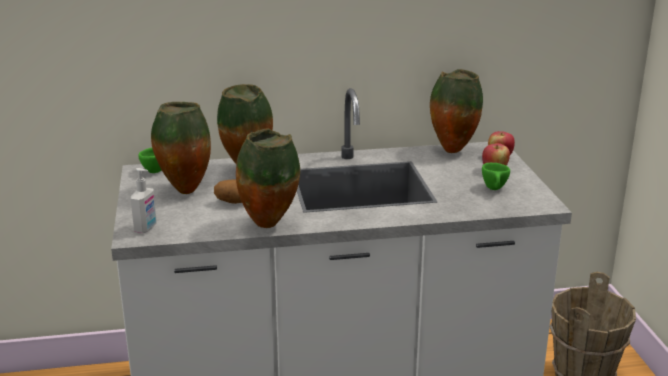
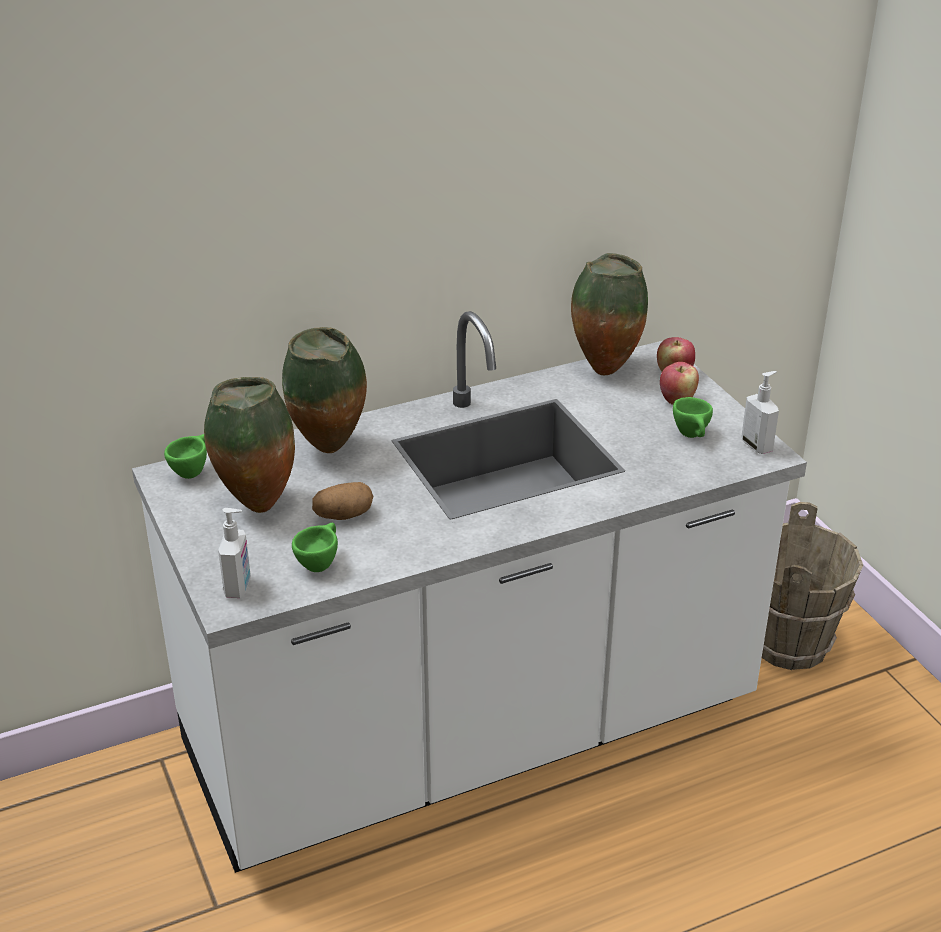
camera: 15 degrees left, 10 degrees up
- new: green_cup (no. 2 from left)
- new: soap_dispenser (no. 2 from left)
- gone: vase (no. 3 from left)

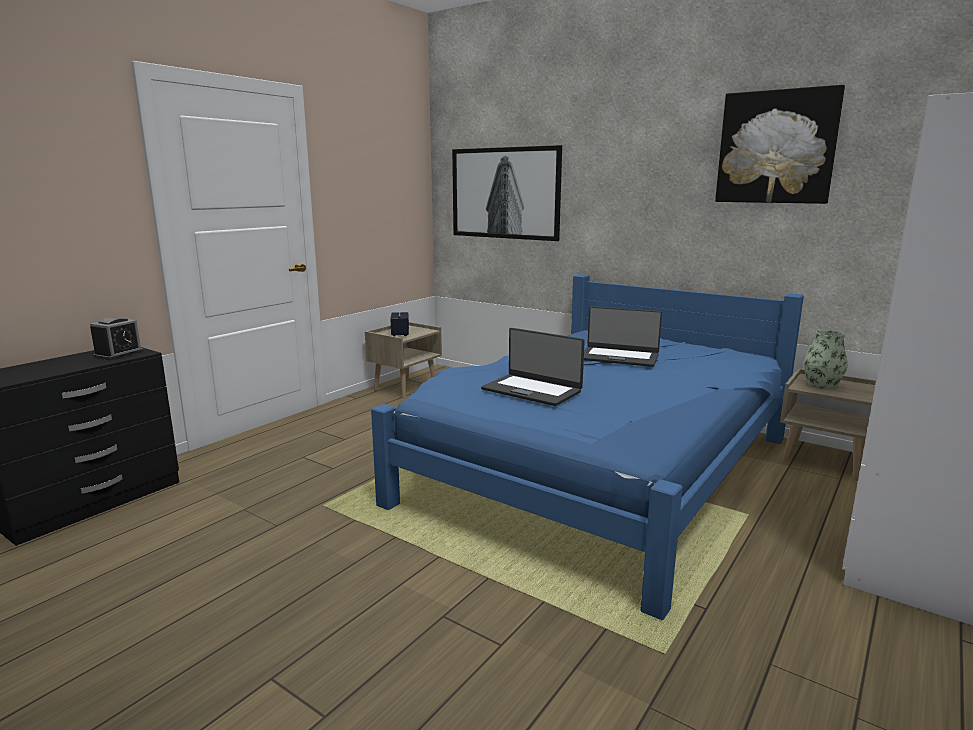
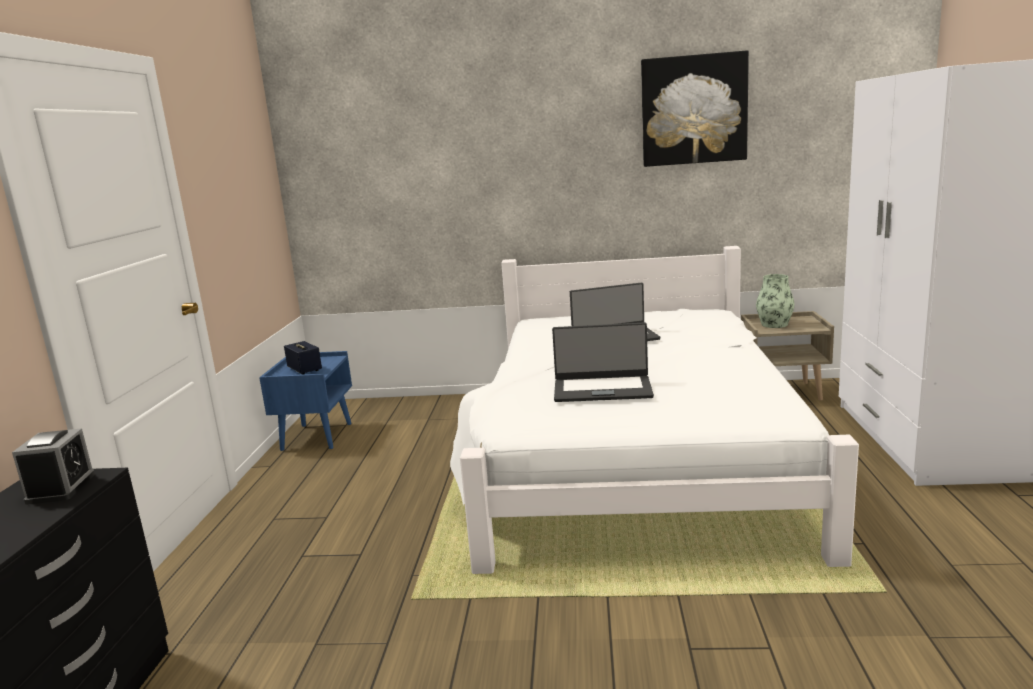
camera: 30 degrees left, 0 degrees up
- repainted: beige_nightstand (no. 1 from left) to blue_nightstand
- repainted: blue_bed to white_bed
- gone: picture (no. 1 from left)

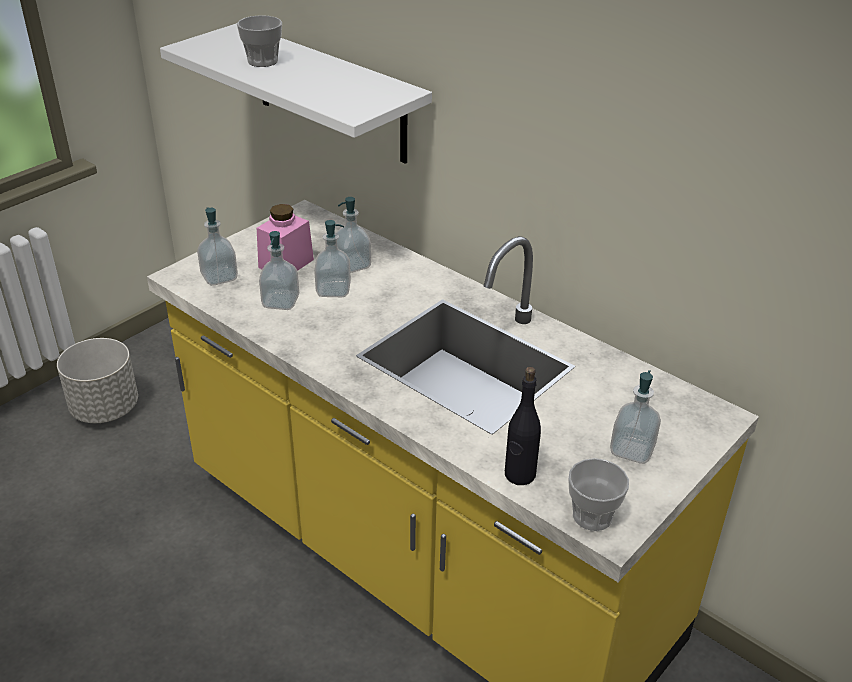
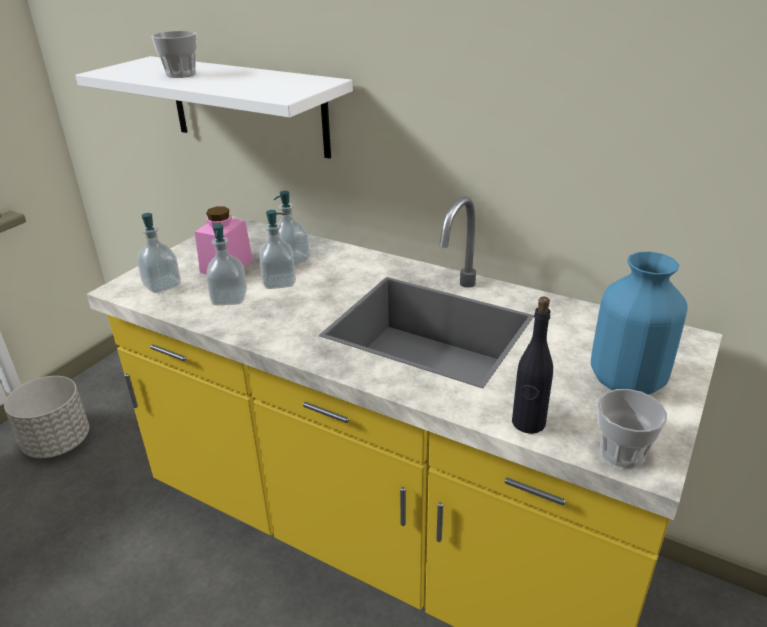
camera: 10 degrees left, 5 degrees down
- swapped: soap_dispenser (no. 5 from left) to blue_vase

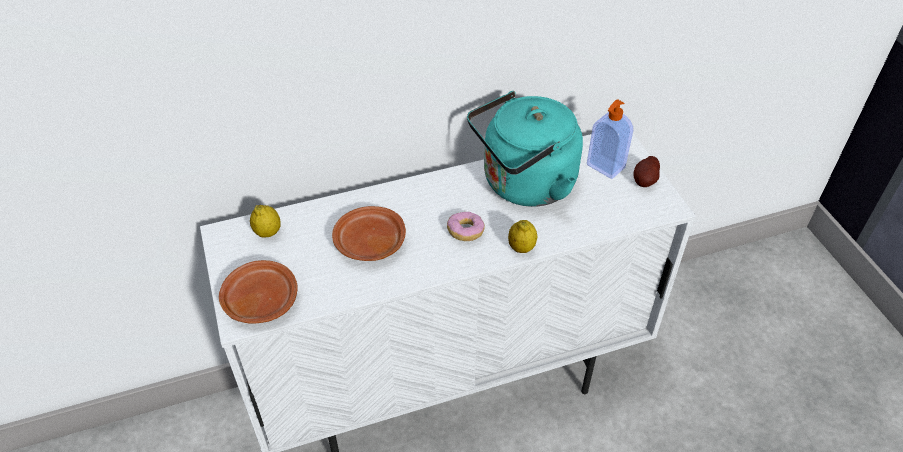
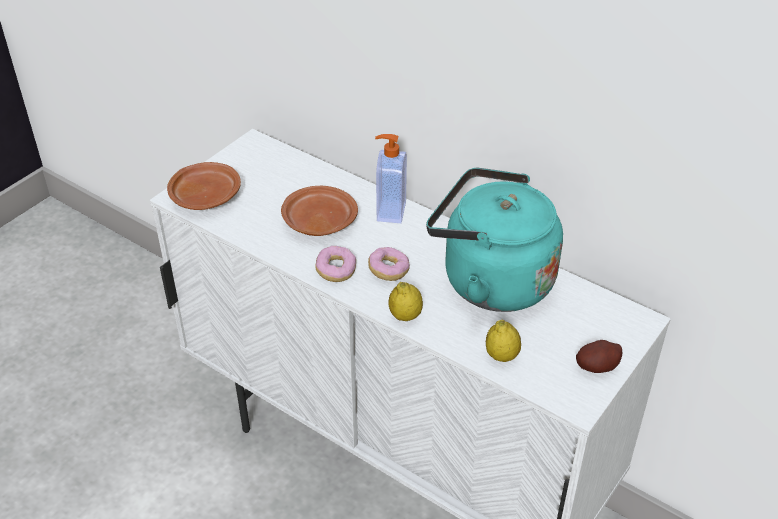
camera: 55 degrees right, 5 degrees down
- new: donut (no. 1 from left)
- shifted: soap_dispenser
- shifted: lemon (no. 1 from left in the first image) to lemon (no. 2 from left)

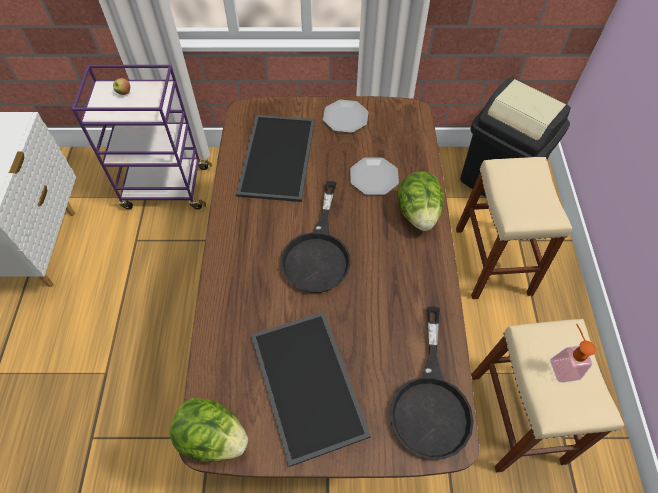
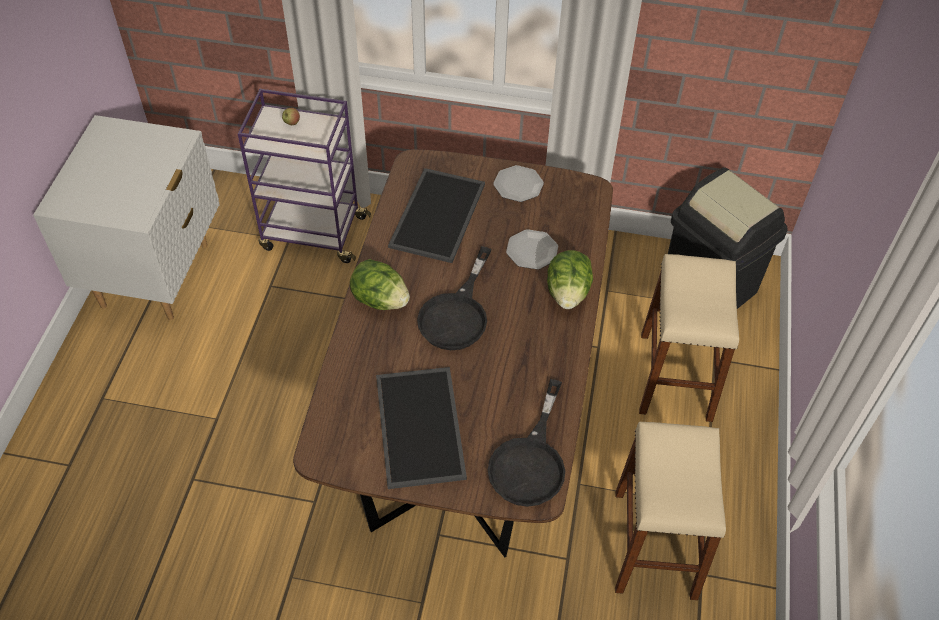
camera: 10 degrees right, 5 degrees down
- shifted: lettuce (no. 1 from left)
- gone: soap_dispenser

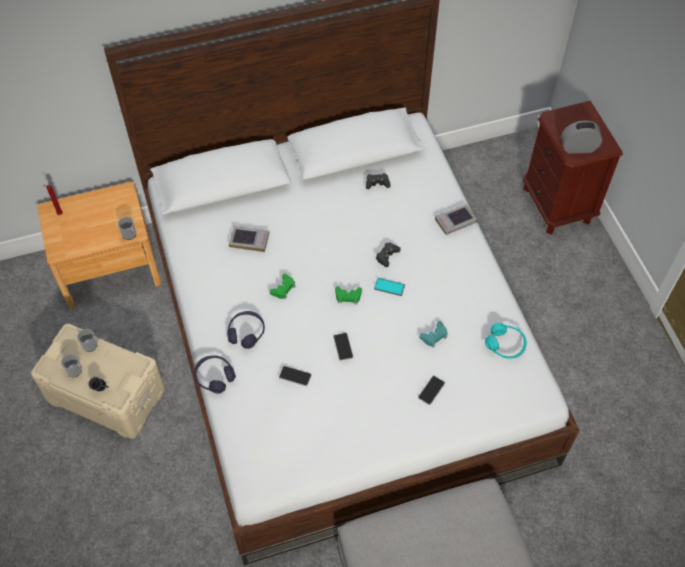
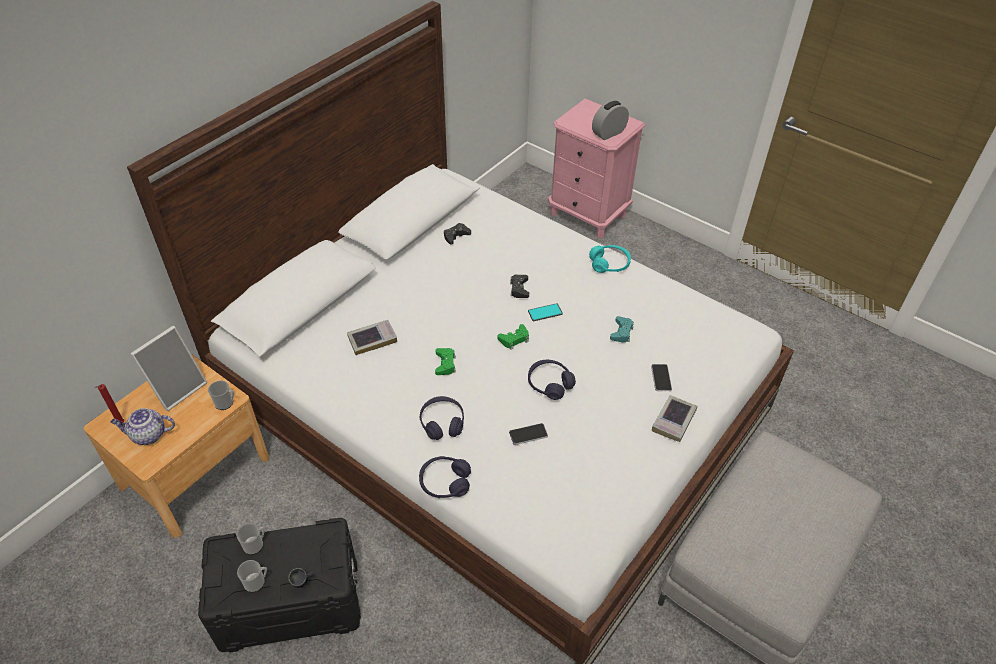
camera: 35 degrees left, 10 degrees down
- new: teapot
- new: picture_frame
- repainted: beige_storage_box to black_storage_box
- swapped: phone (no. 2 from left) to purple_headphones (no. 3 from left)
- repainted: brown_nightstand (no. 2 from left) to pink_nightstand
- shifted: turquoise_headphones
- shifted: book (no. 2 from left)

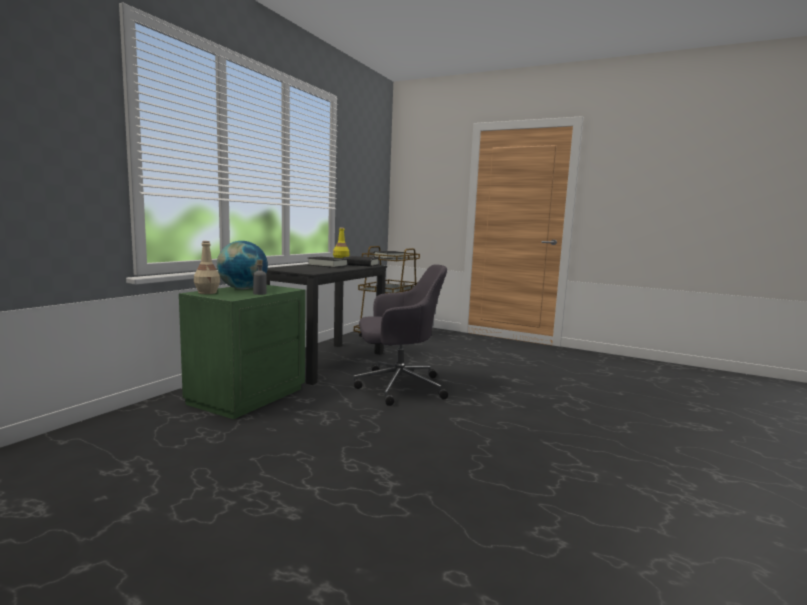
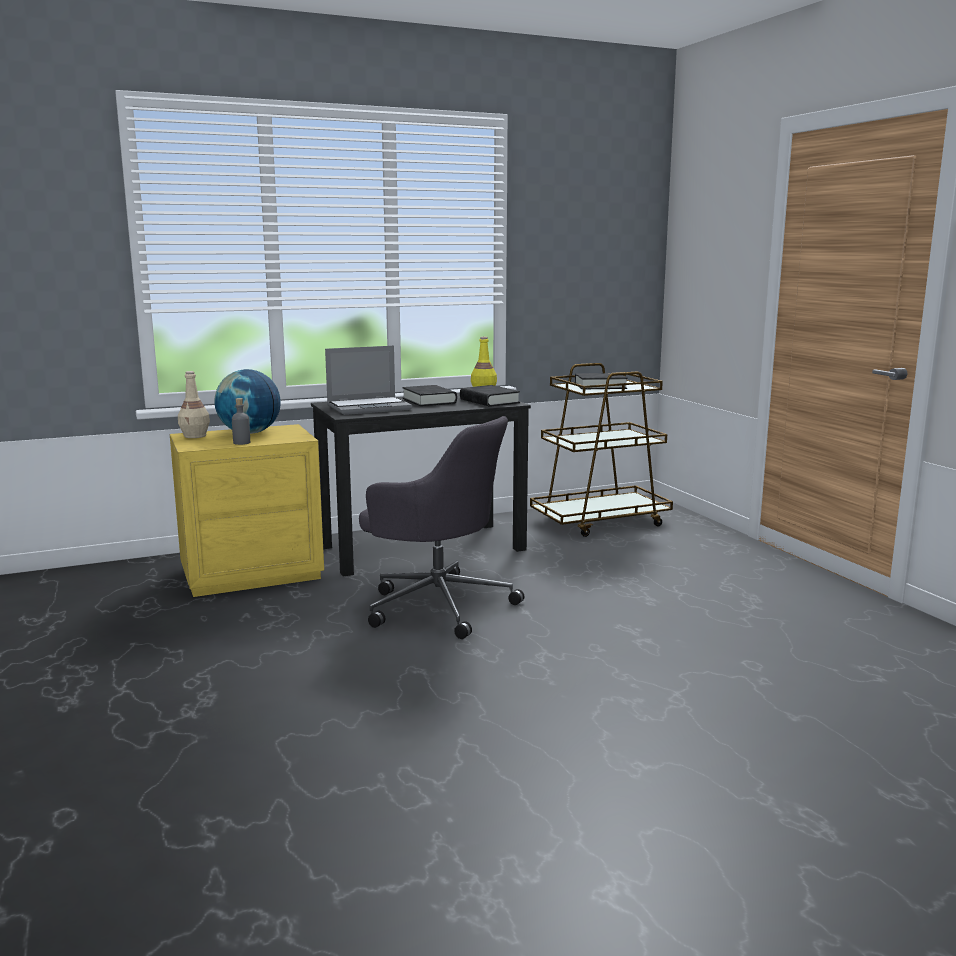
camera: 40 degrees right, 5 degrees up
- repainted: green_nightstand to yellow_nightstand
- new: laptop

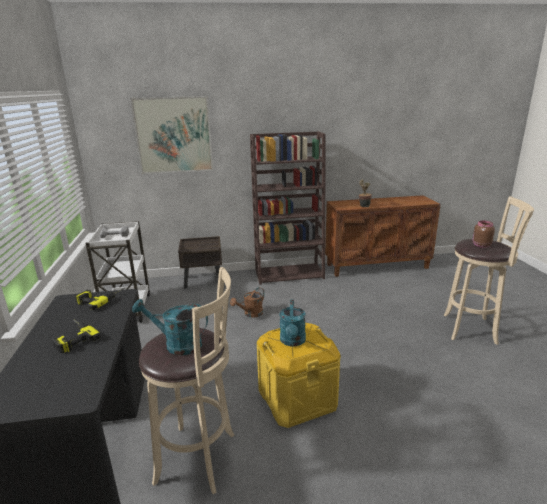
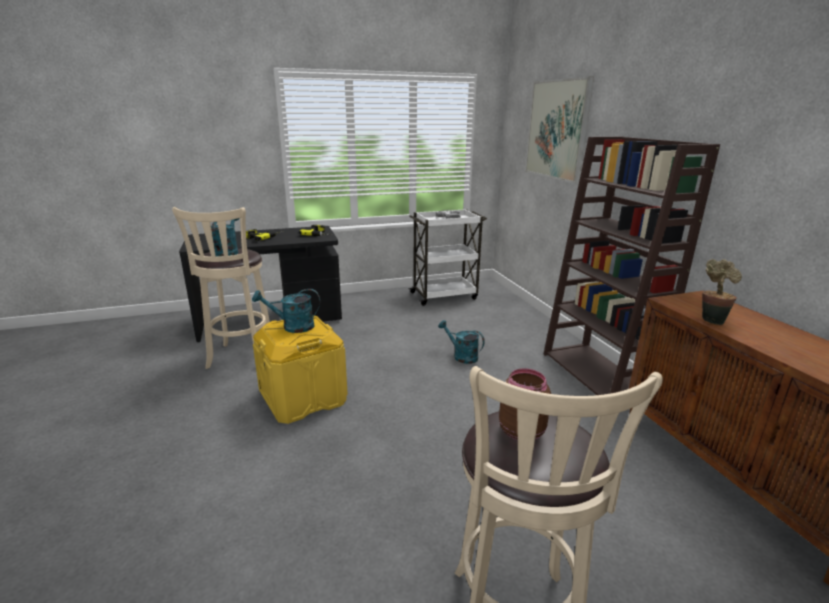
camera: 80 degrees right, 0 degrees up
- repainted: brown_watering_can to turquoise_watering_can (no. 3 from left)
- gone: brown_nightstand

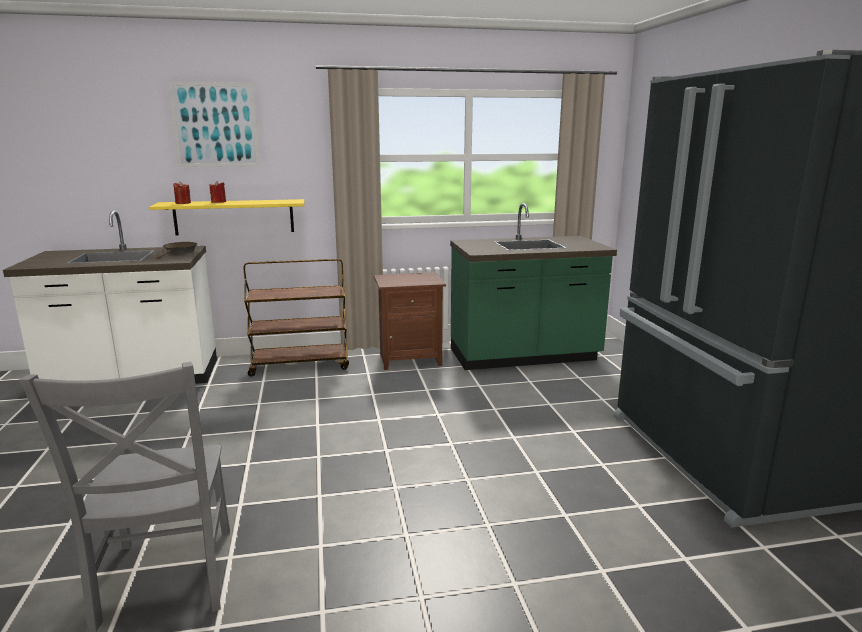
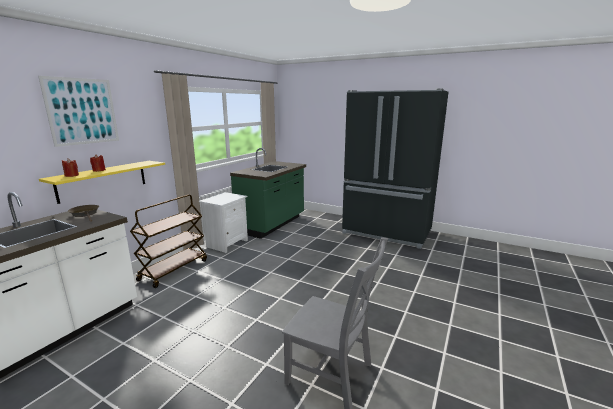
camera: 50 degrees left, 0 degrees up
- repainted: brown_nightstand to white_nightstand

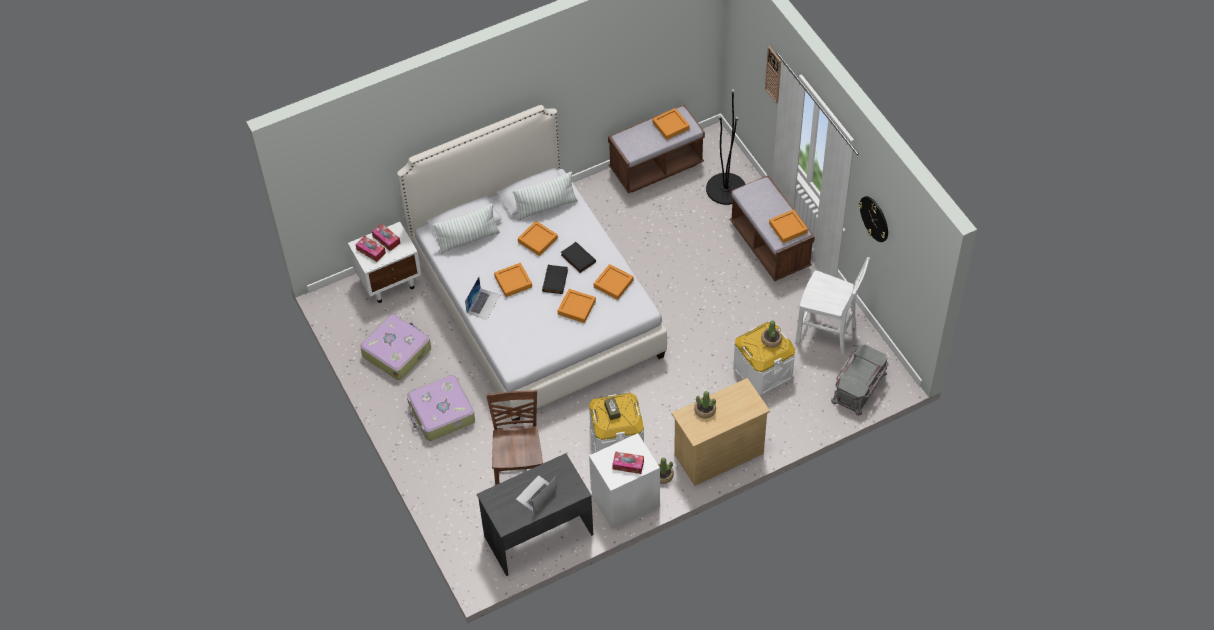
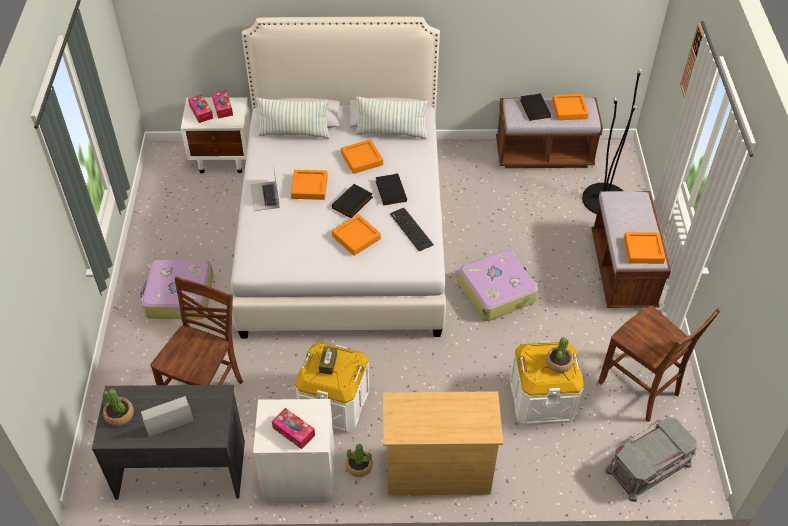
camera: 25 degrees right, 5 degrees down
- shifted: potted_plant (no. 2 from left in the first image) to potted_plant (no. 1 from left)
- rotated: laptop (no. 1 from left in the first image) 120 degrees clockwise
- swapped: orange_tray (no. 4 from left) to keyboard
- shifted: suitcase (no. 1 from left in the first image) to suitcase (no. 2 from left)
- new: black_book (no. 3 from left)
- repainted: white_chair to brown_chair (no. 2 from left)
- gone: wall_clock (no. 2 from left)

